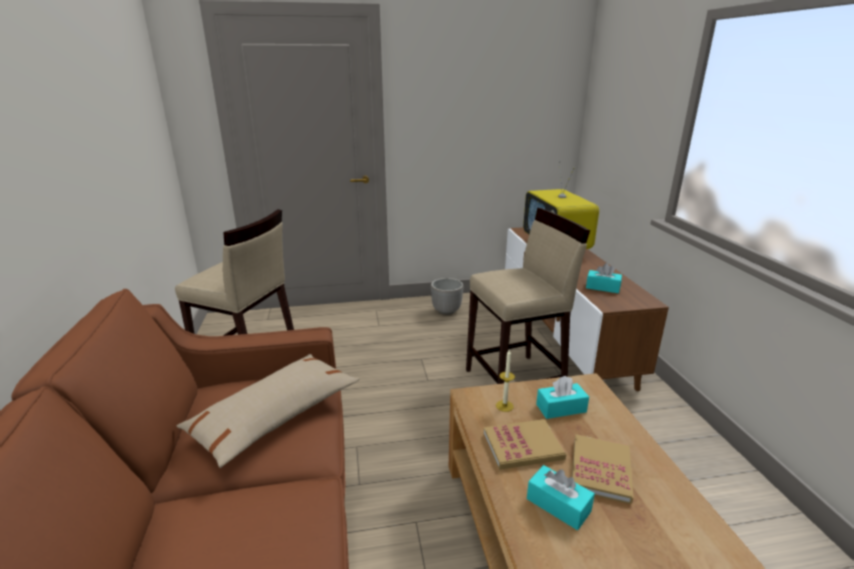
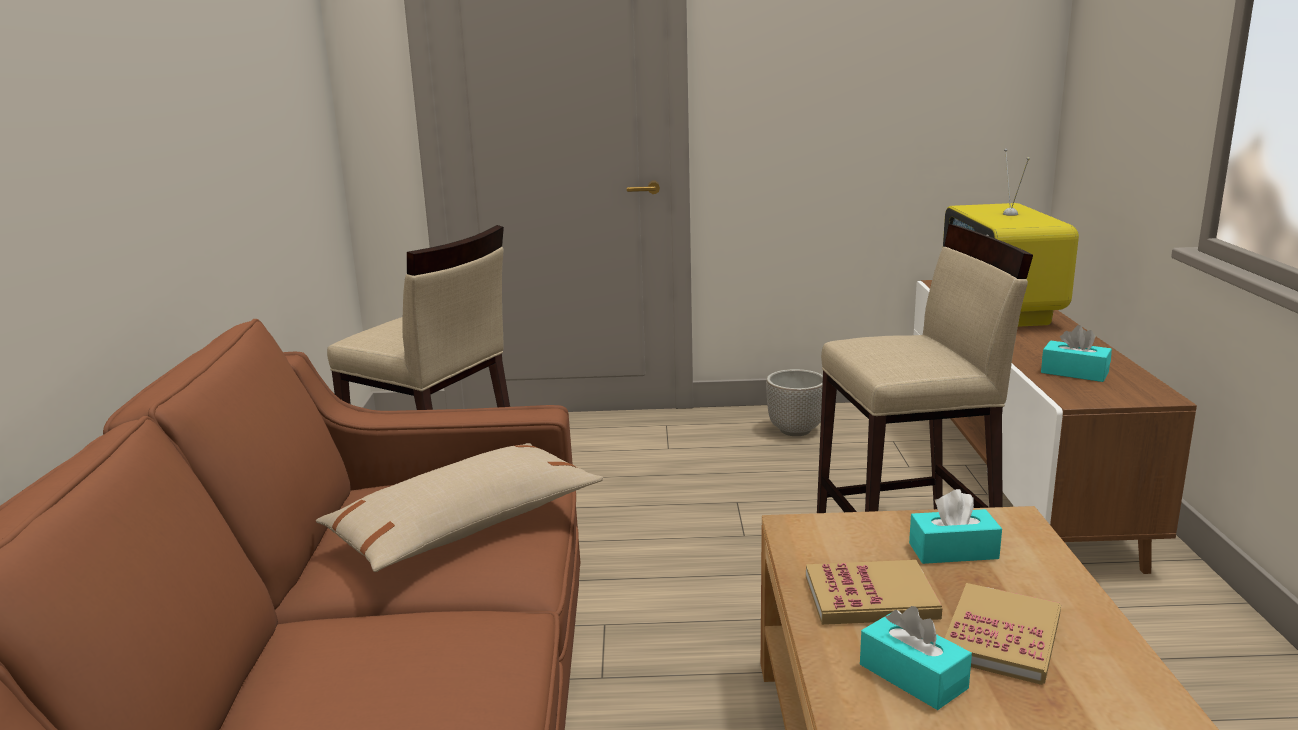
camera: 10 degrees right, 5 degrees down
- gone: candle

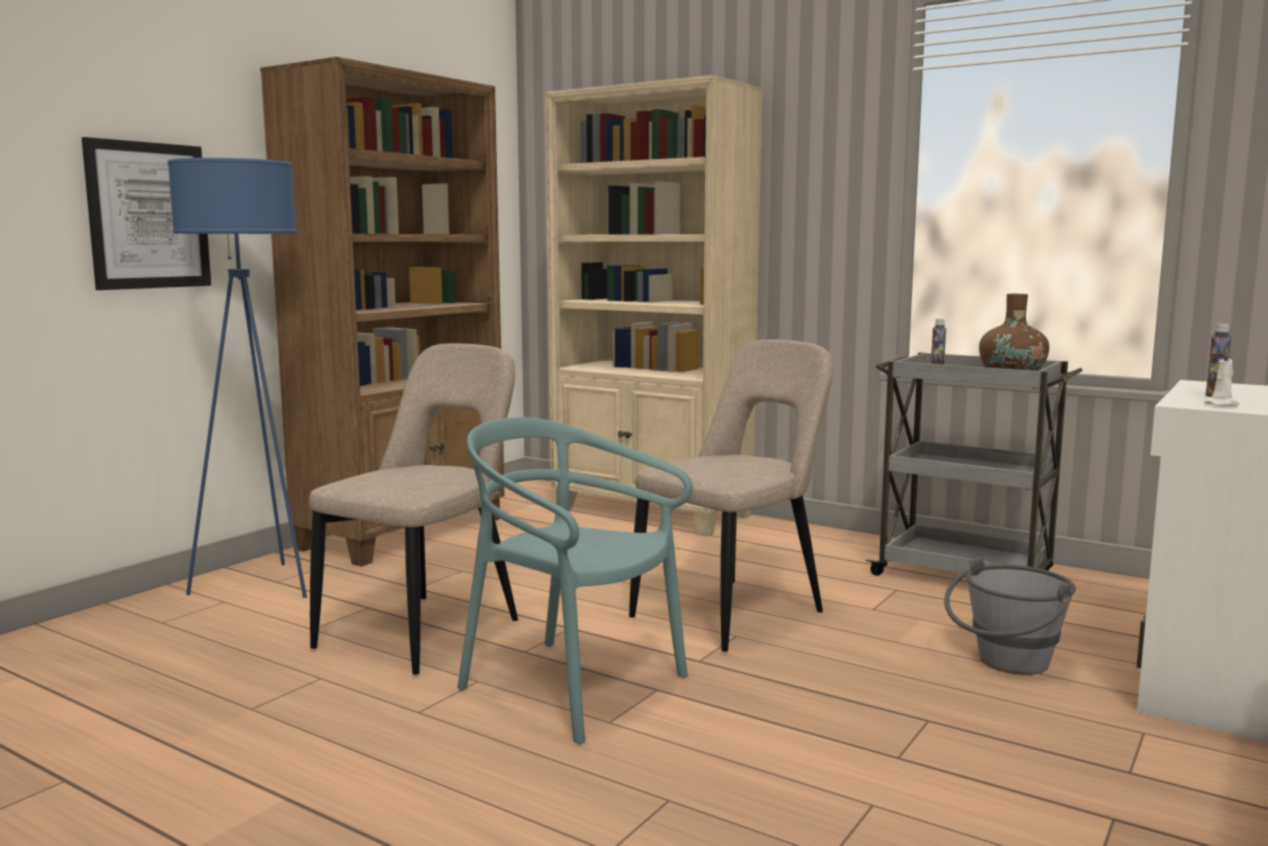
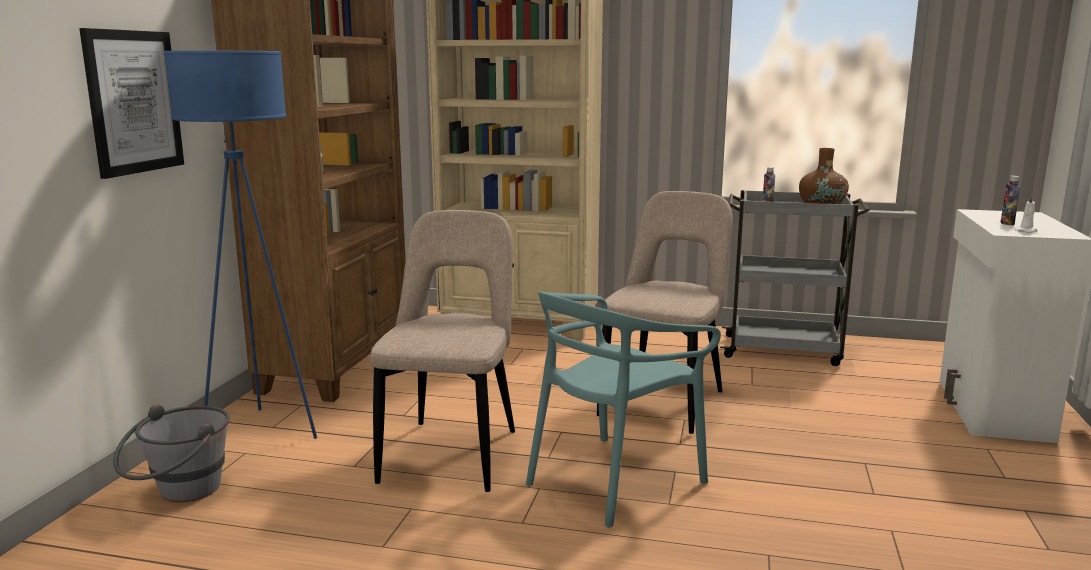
camera: 20 degrees left, 5 degrees up
- shifted: grey_bucket
- rotated: turquoise_chair 60 degrees counterclockwise

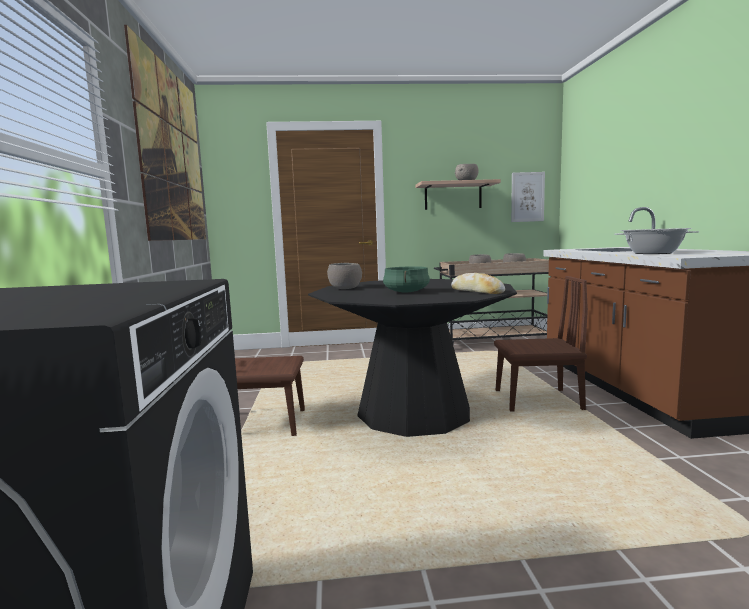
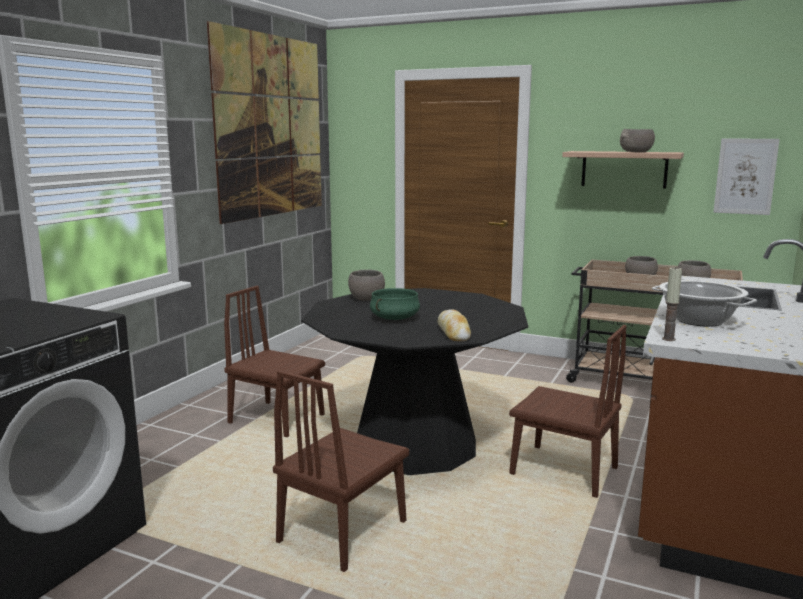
camera: 30 degrees right, 5 degrees up
- new: brown_chair (no. 2 from left)
- new: candle

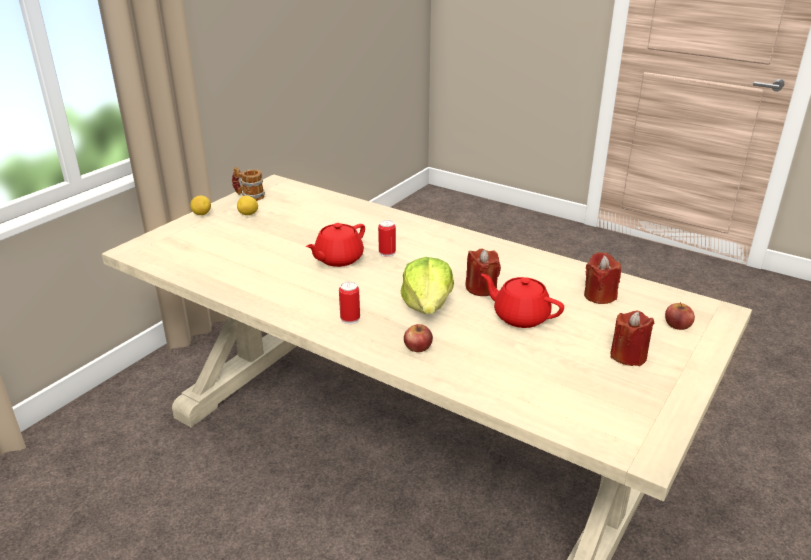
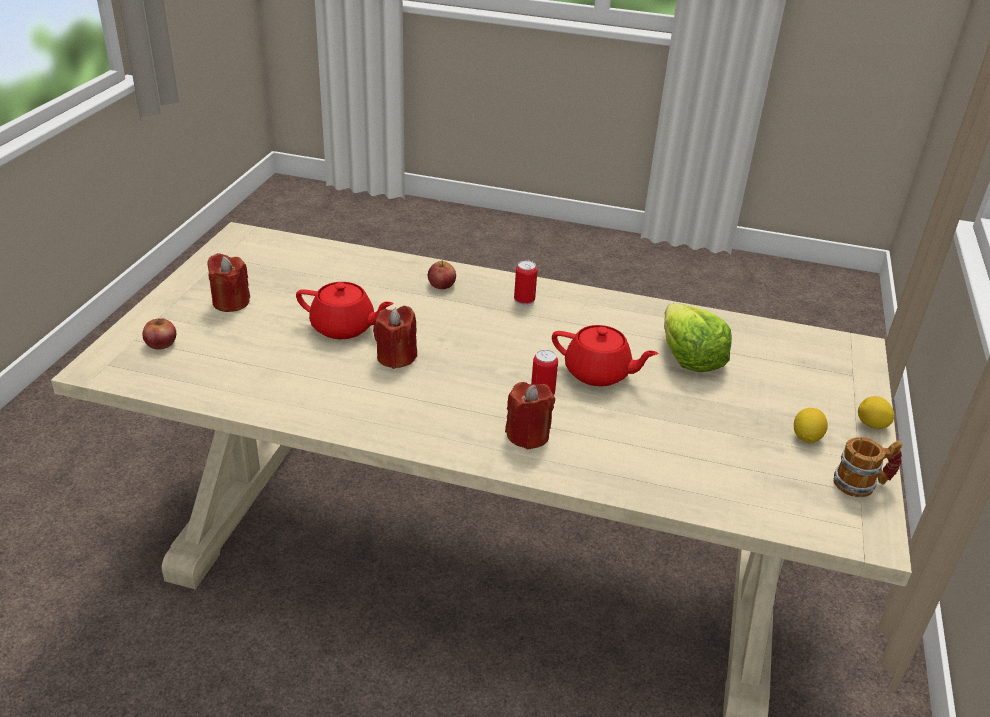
camera: 160 degrees right, 5 degrees up
- shifted: red_candle (no. 2 from left in the first image) to red_candle (no. 3 from left)
- rotated: red_teapot (no. 1 from left in the first image) 90 degrees clockwise
- shifted: lettuce

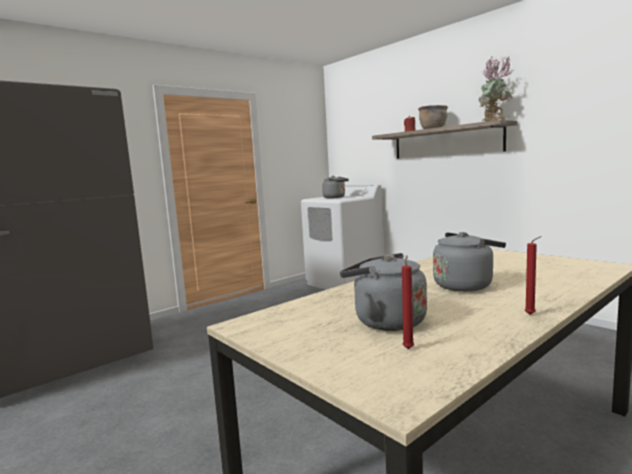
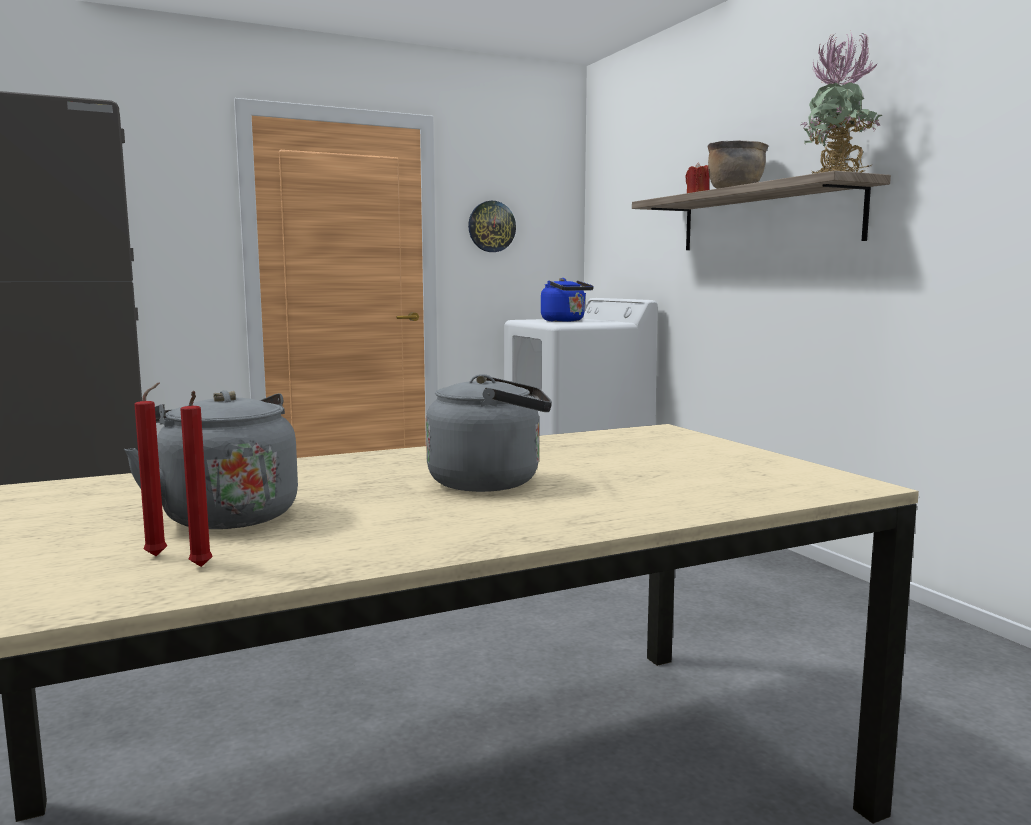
camera: 15 degrees right, 0 degrees up
- shifted: red_candle (no. 3 from left in the first image) to red_candle (no. 2 from left)
- new: wall_clock
- repainted: grey_kettle (no. 1 from left) to blue_kettle

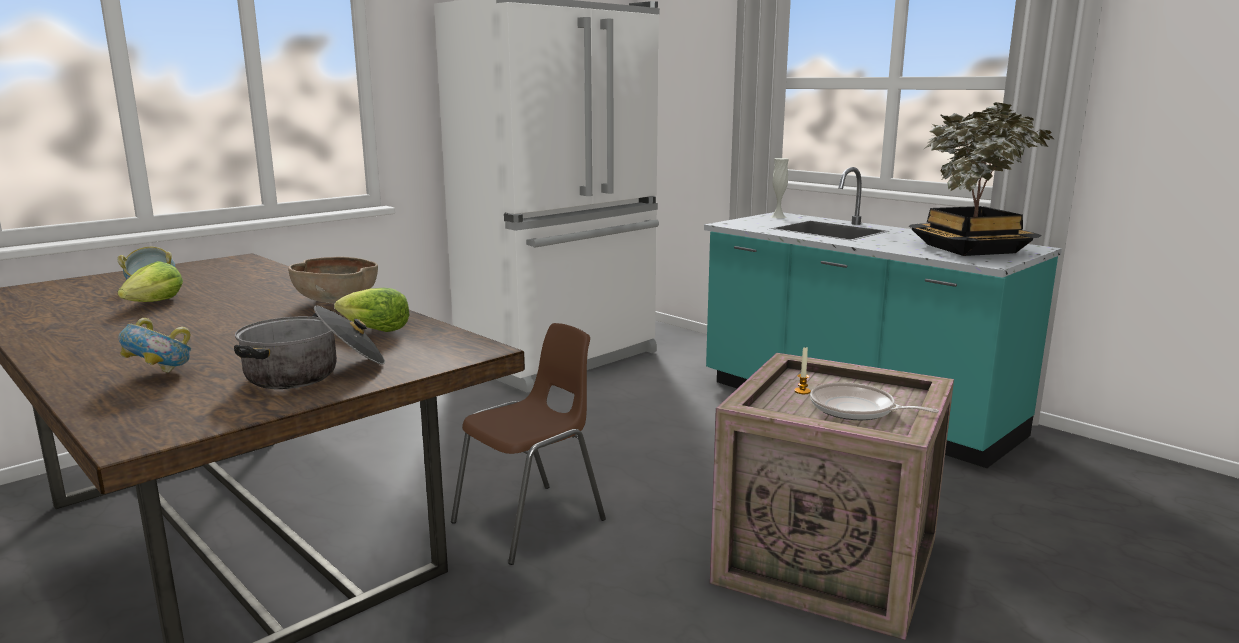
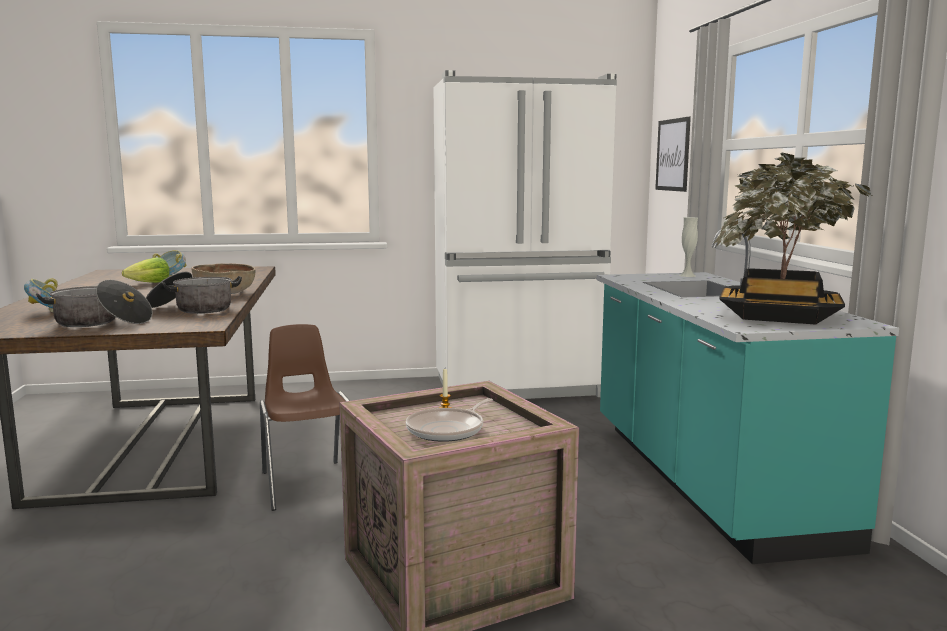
camera: 35 degrees right, 5 degrees down
- swapped: lettuce (no. 2 from left) to cooking_pot (no. 2 from left)
- rotated: brown_chair 105 degrees counterclockwise
- rotated: frying_pan 120 degrees counterclockwise
- new: picture

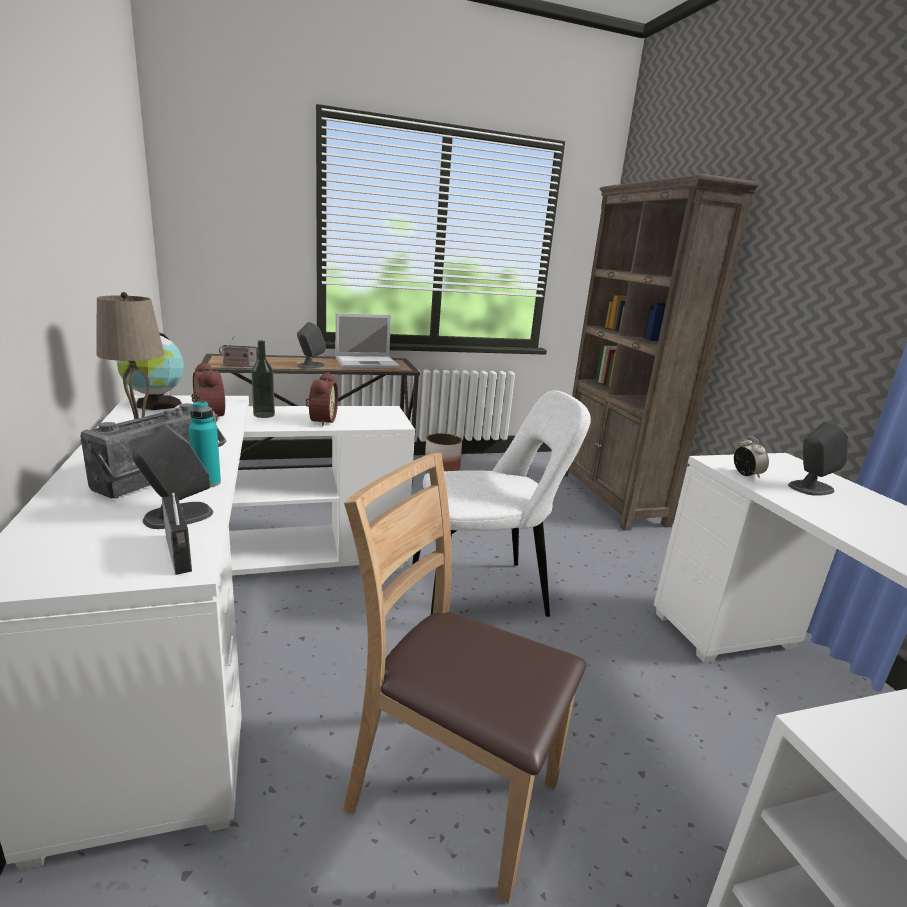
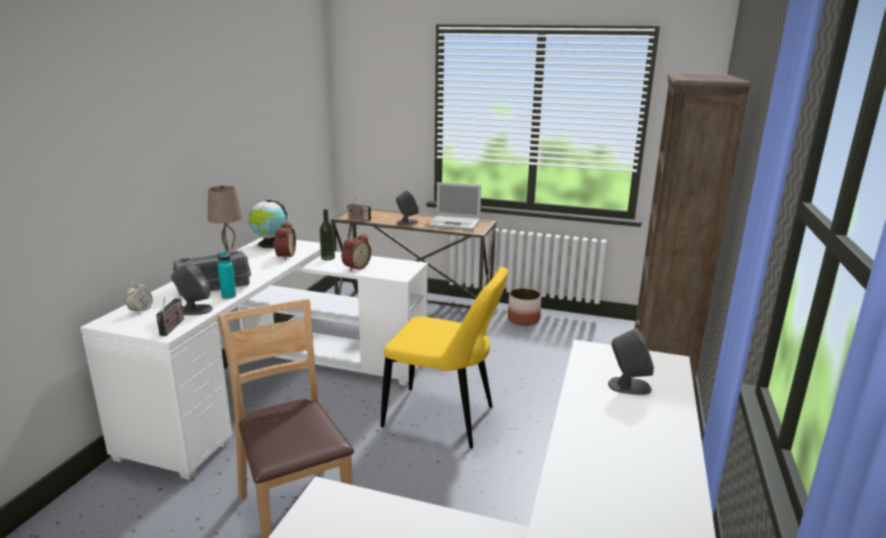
camera: 35 degrees right, 0 degrees up
- shifted: alarm_clock (no. 3 from left in the first image) to alarm_clock (no. 1 from left)
- repainted: white_chair to yellow_chair

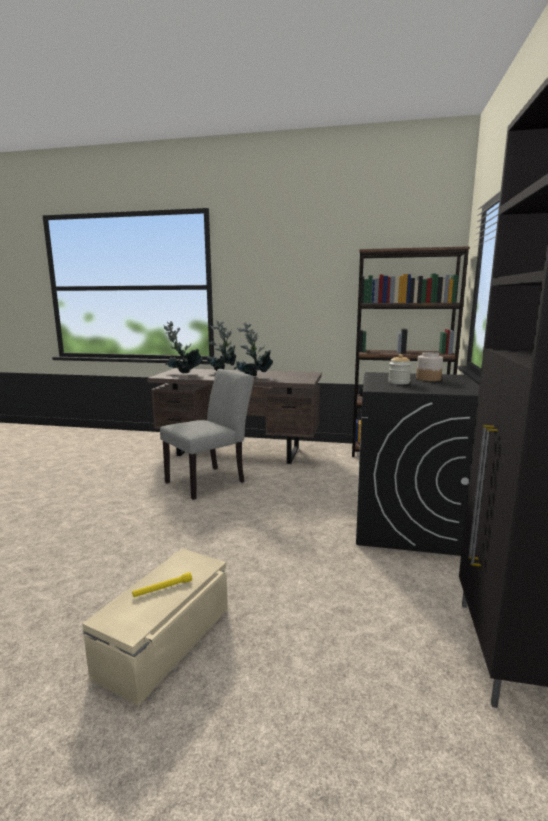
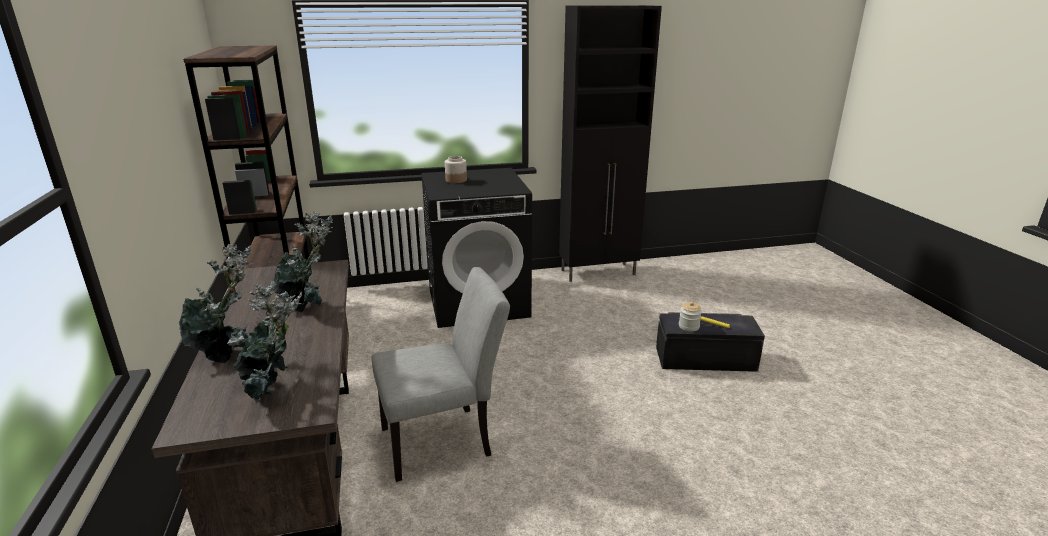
camera: 115 degrees left, 10 degrees up
- rotated: grey_chair 135 degrees clockwise
- repainted: beige_storage_box to black_storage_box
- shifted: jar (no. 1 from left in the first image) to jar (no. 2 from left)

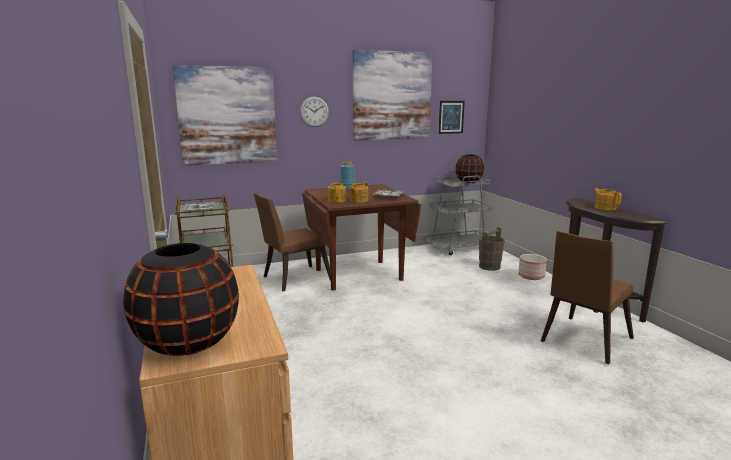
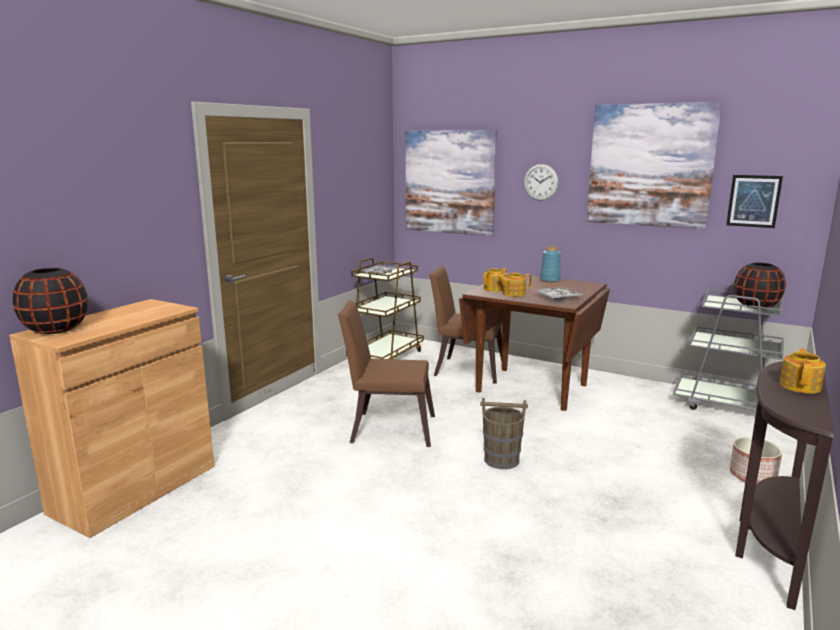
camera: 50 degrees right, 0 degrees up
- shifted: brown_chair (no. 2 from left in the first image) to brown_chair (no. 1 from left)
- shifted: brown_bucket

